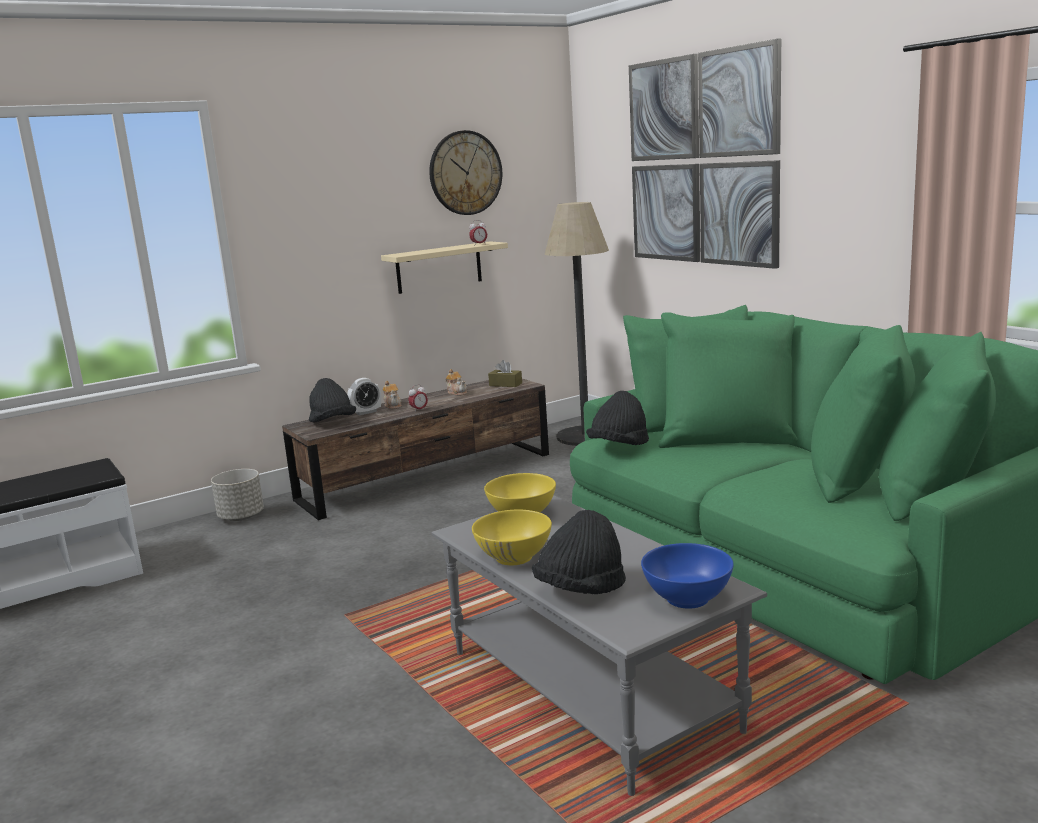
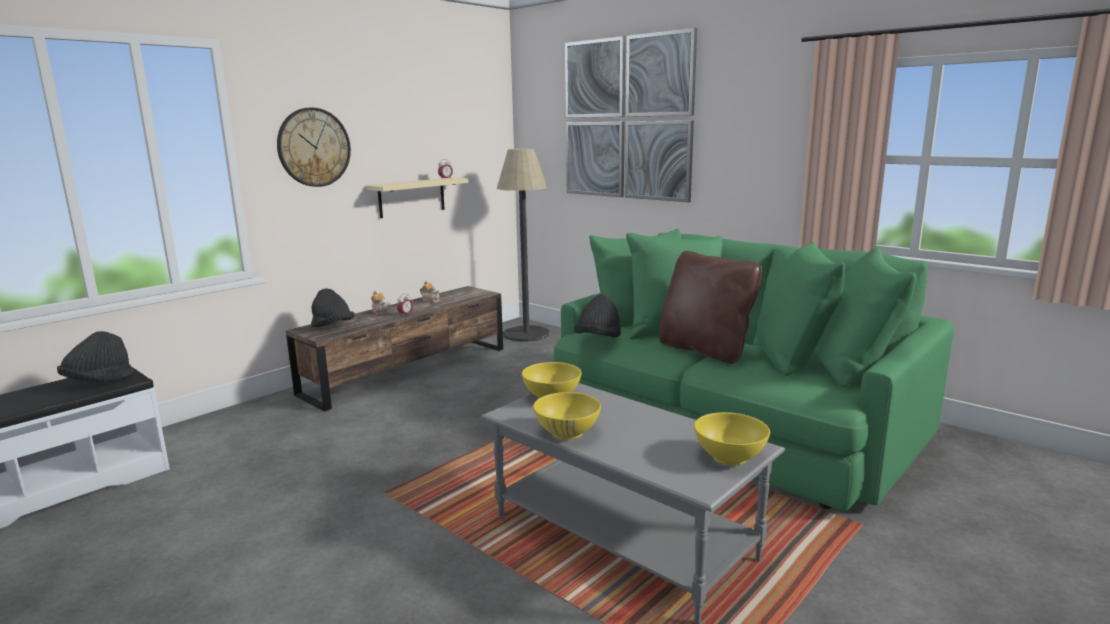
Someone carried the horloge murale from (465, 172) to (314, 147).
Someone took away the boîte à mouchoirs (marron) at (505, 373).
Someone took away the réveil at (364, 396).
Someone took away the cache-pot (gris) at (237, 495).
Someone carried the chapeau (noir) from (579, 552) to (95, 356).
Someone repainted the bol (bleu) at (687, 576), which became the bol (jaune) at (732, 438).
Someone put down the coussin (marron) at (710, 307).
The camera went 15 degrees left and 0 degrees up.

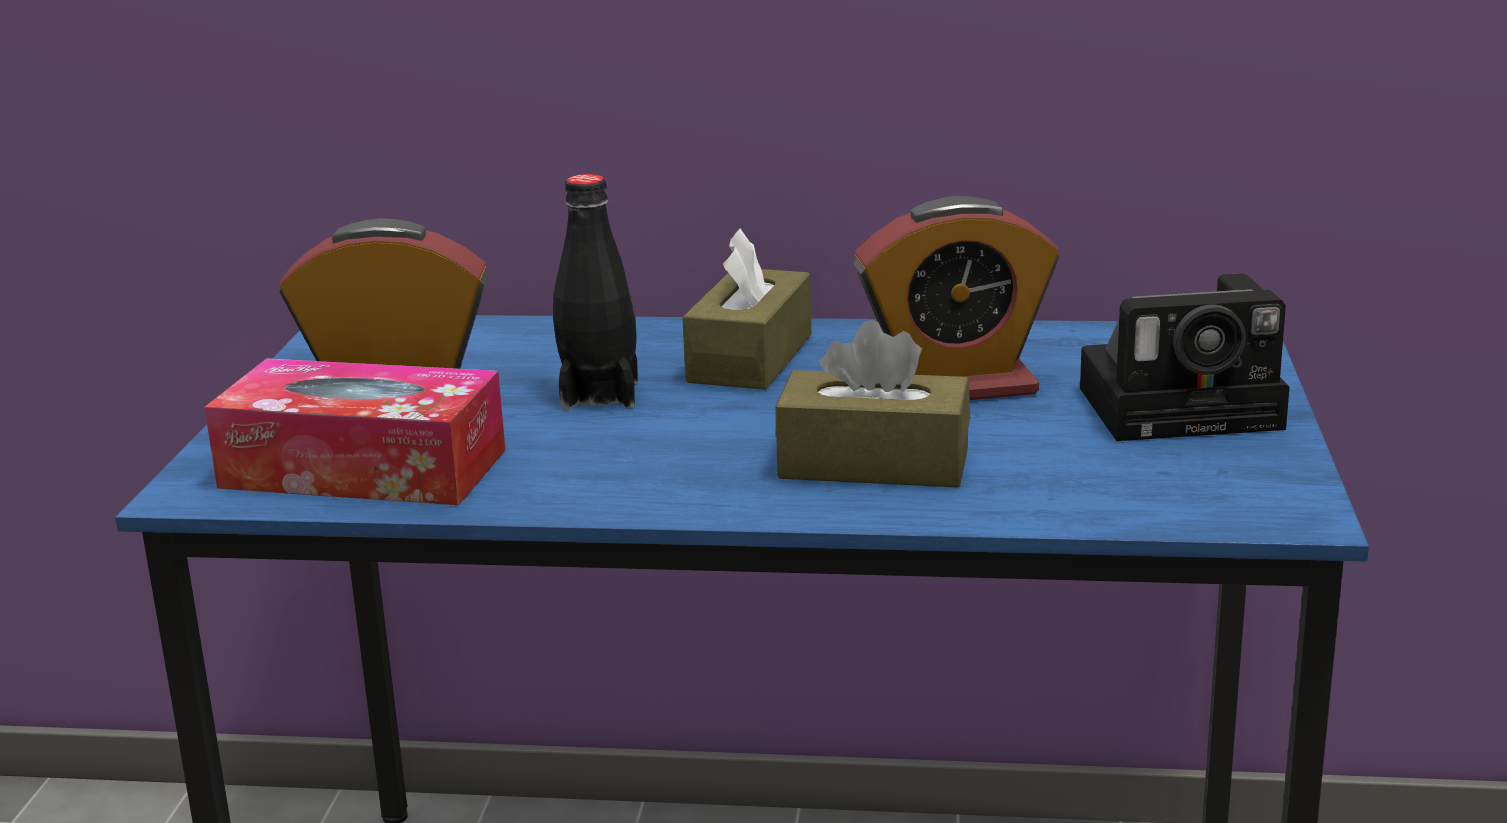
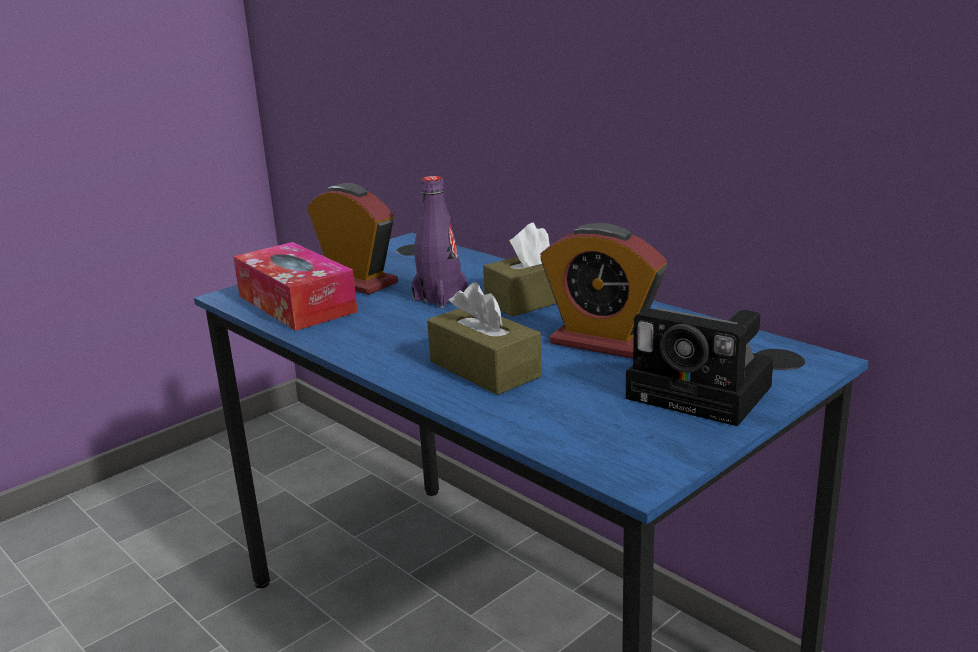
Someone repainted the bouteille (noir) at (595, 292), which became the bouteille (violet) at (440, 242).
The camera went 40 degrees right and 0 degrees up.

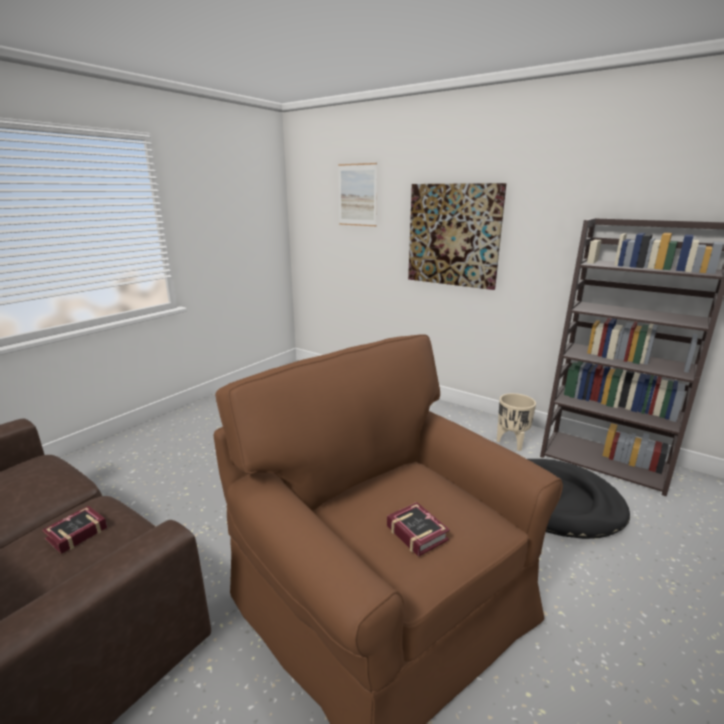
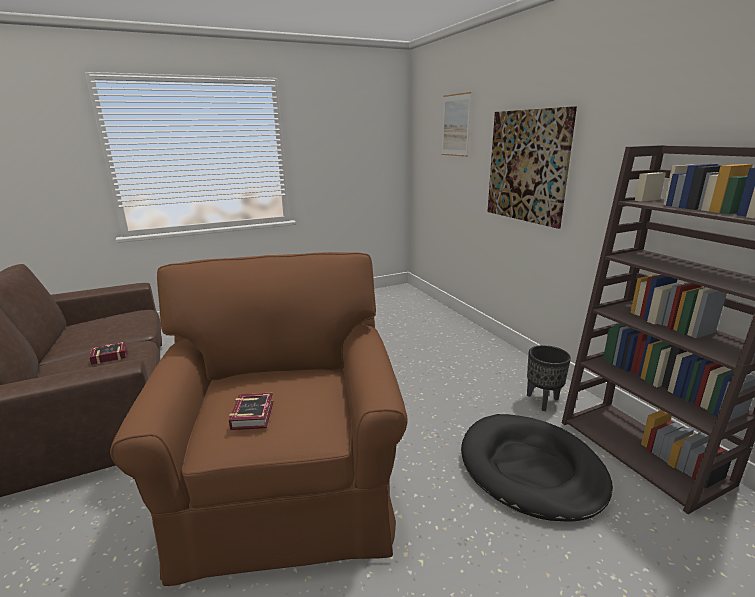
Someone repainted the cache-pot (beige) at (516, 422), which became the cache-pot (noir) at (549, 378).
The camera went 30 degrees right and 0 degrees up.

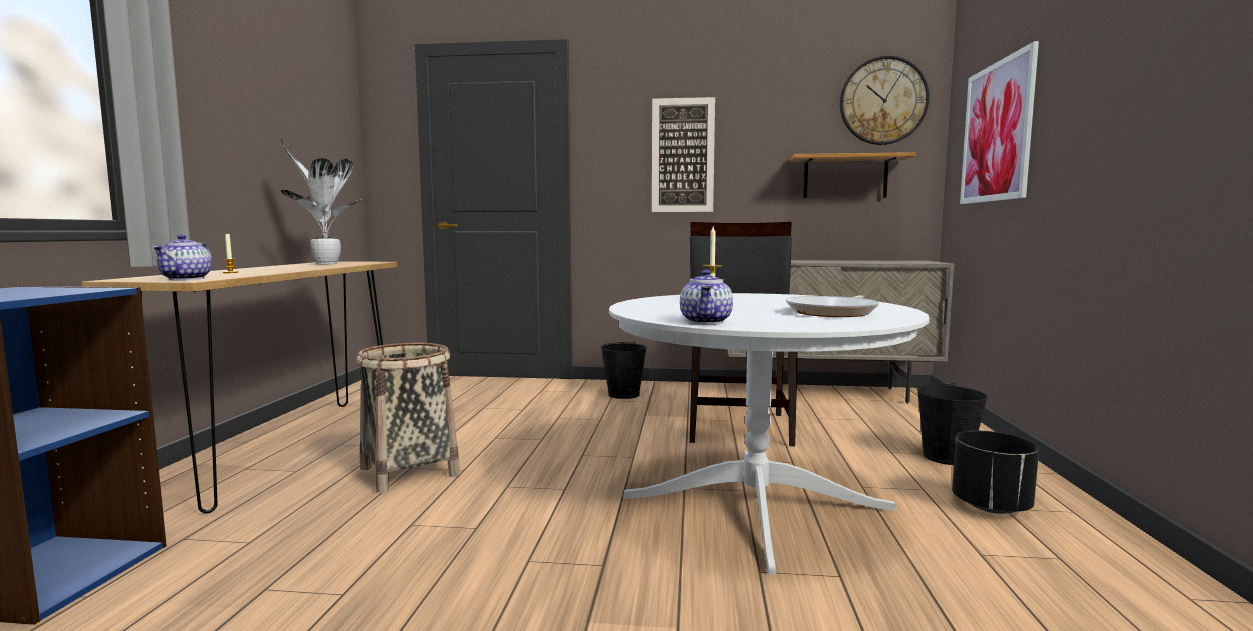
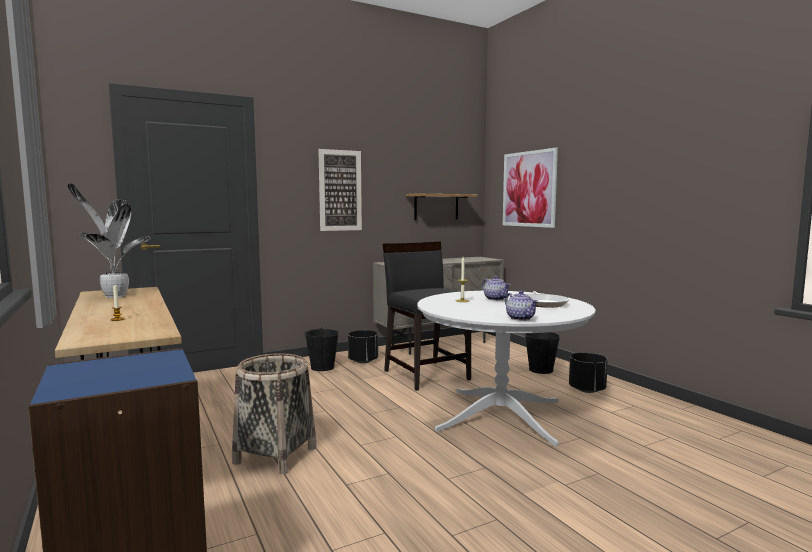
Someone took away the horloge murale at (885, 100).
Someone carried the théière from (182, 257) to (496, 288).
Someone put down the cache-pot (noir) at (363, 346).
The camera went 35 degrees left and 0 degrees up.

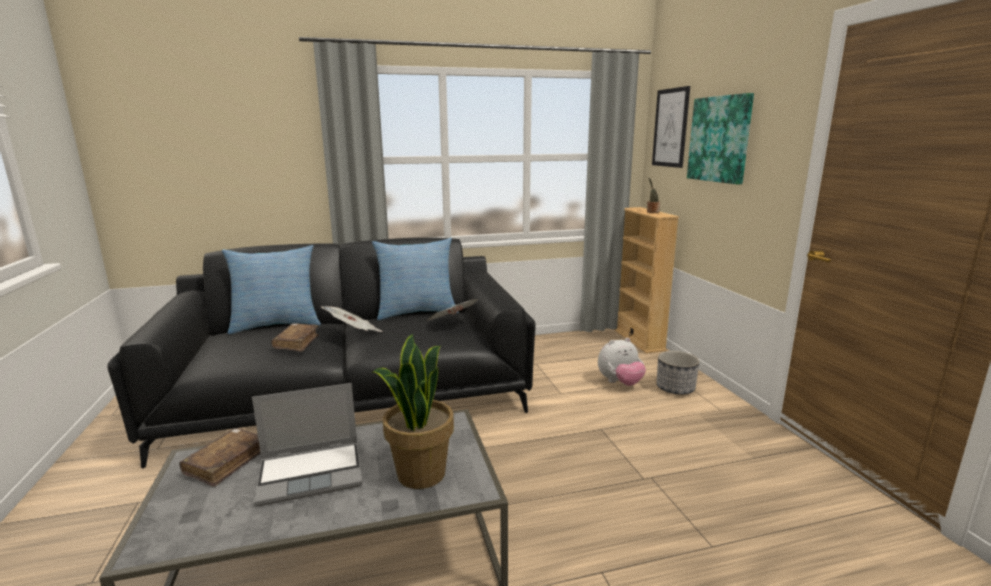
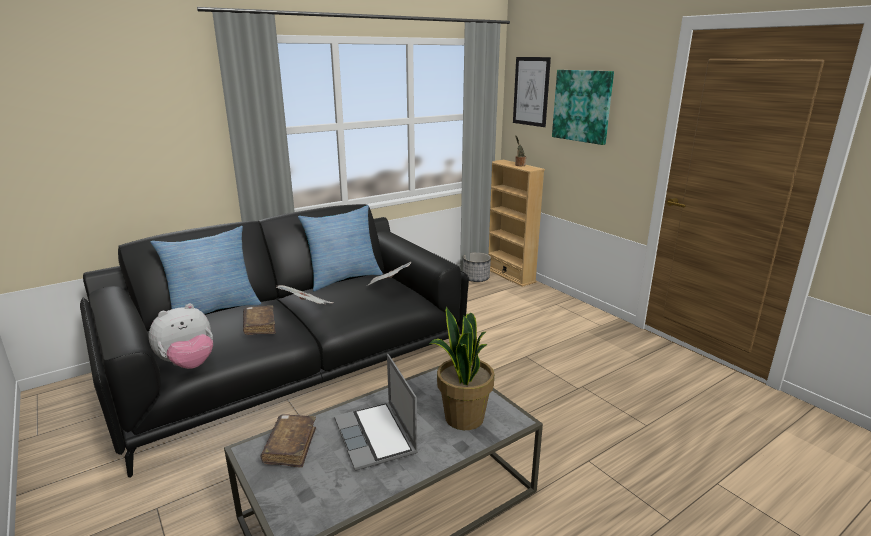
Someone carried the peluche from (622, 362) to (181, 336).
Someone carried the cache-pot from (678, 373) to (477, 267).
Someone rotated the ordinateur portable at (307, 444) by 105 degrees clockwise.
The camera went 20 degrees left and 5 degrees up.

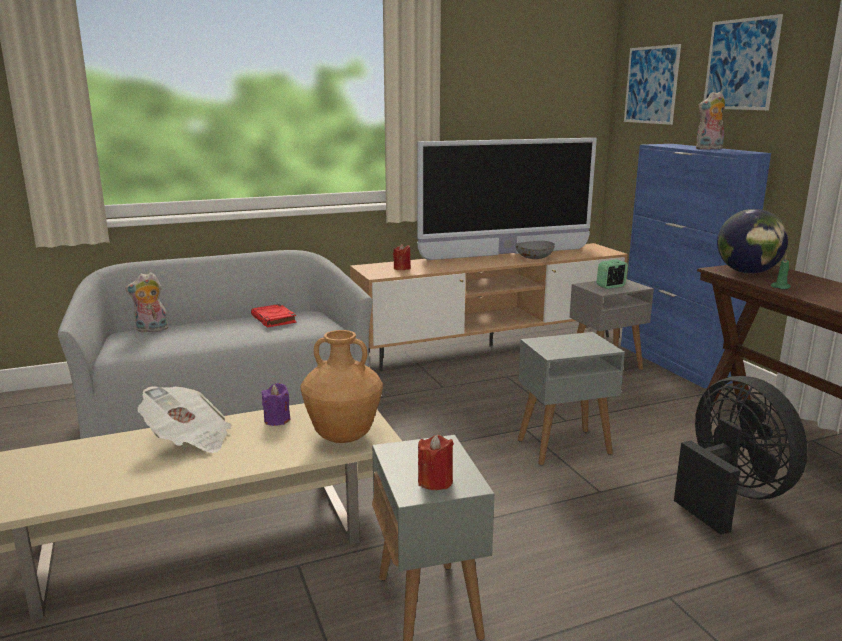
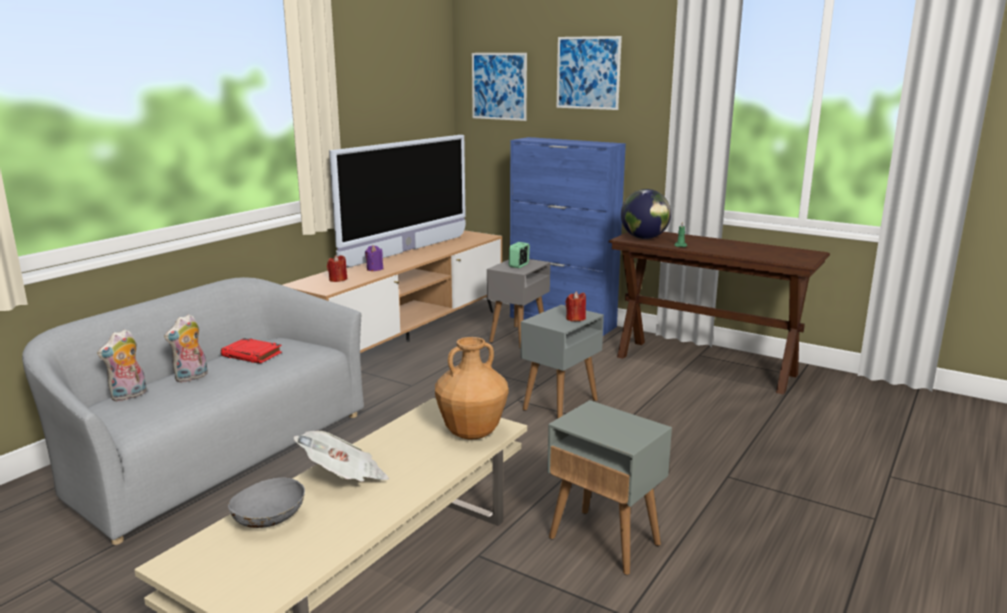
Someone carried the peluche from (710, 121) to (186, 348).
Someone carried the bol (gris) from (535, 250) to (266, 503).
Someone took away the ventilateur (noir) at (741, 455).
Someone carried the bougie (violet) from (275, 404) to (374, 258).
Someone carried the bougie (rouge) from (436, 462) to (575, 306).
The camera went 35 degrees left and 0 degrees up.

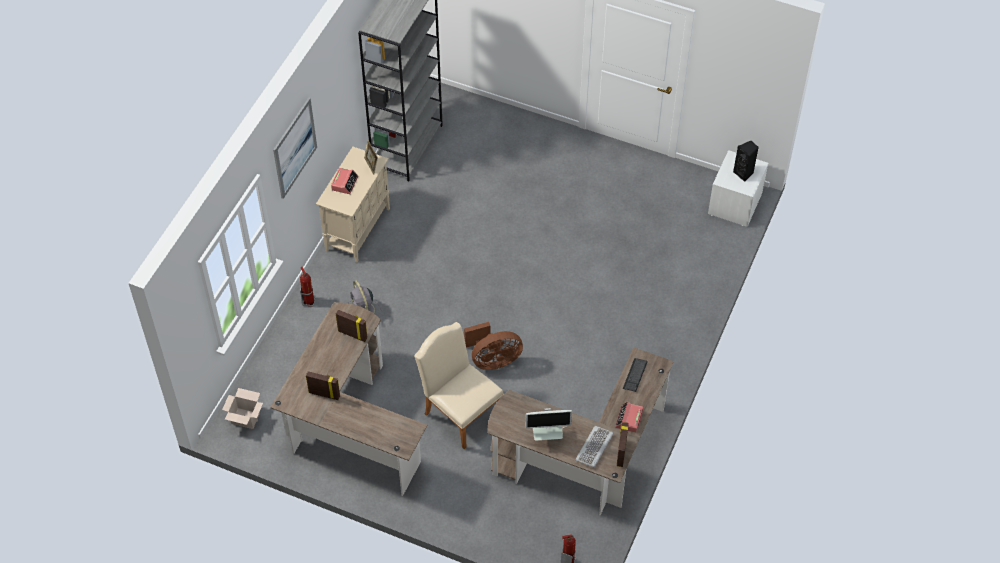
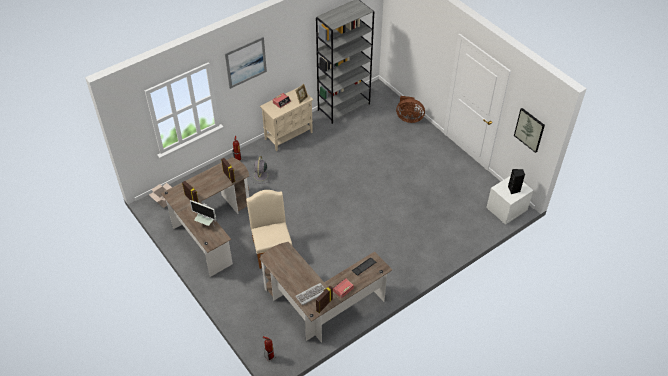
Someone carried the ventilateur (marron) from (493, 346) to (410, 109).
Someone carried the écran d'ordinateur from (549, 424) to (203, 213).
Someone put up the tableau at (529, 130).
The camera went 30 degrees right and 5 degrees down.

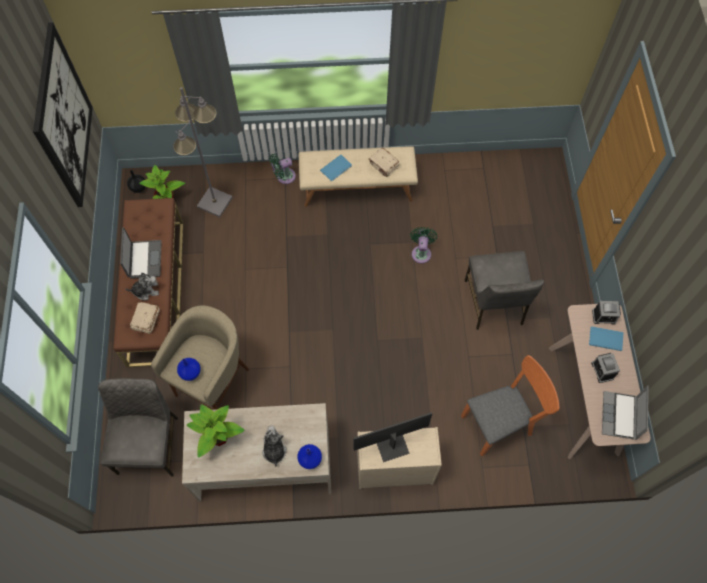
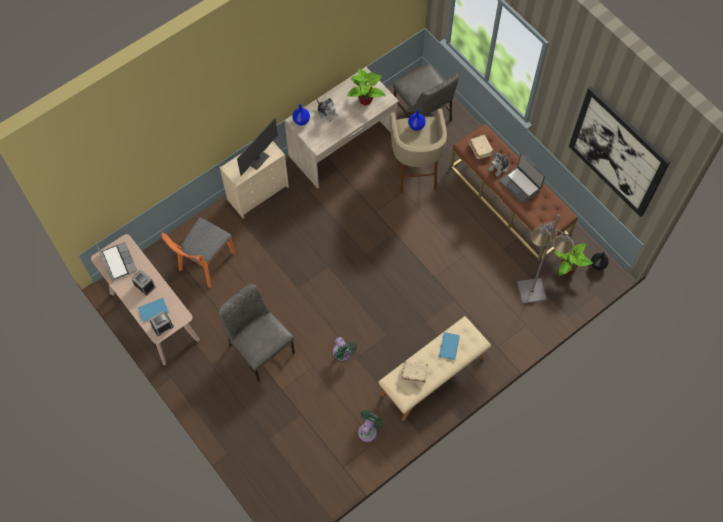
Someone carried the ventilateur (vert) from (283, 169) to (371, 426).
The camera went 145 degrees right and 0 degrees up.

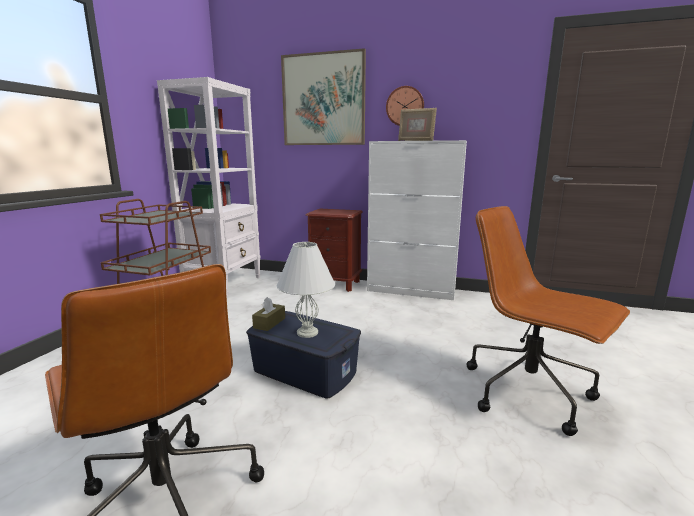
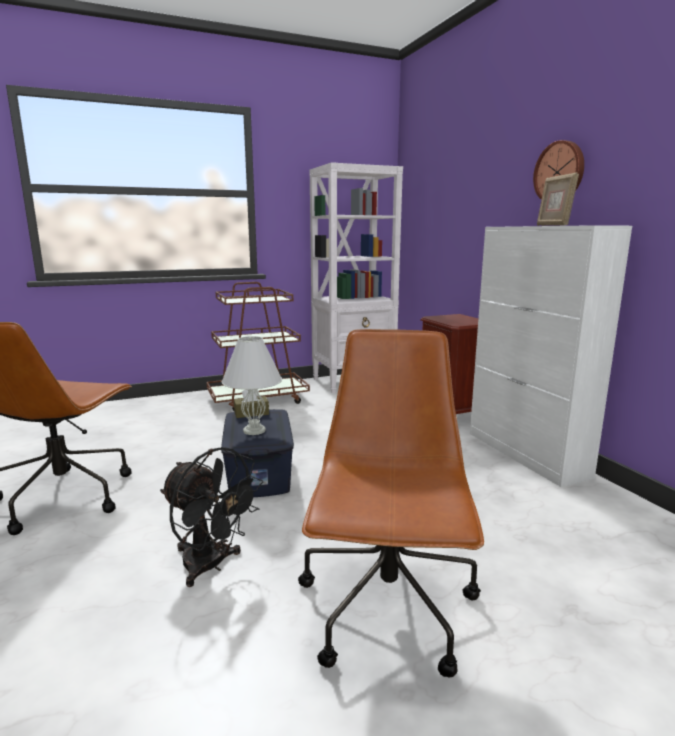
Someone took away the tableau at (323, 96).
Someone put down the ventilateur (noir) at (211, 517).
The camera went 50 degrees right and 0 degrees up.

